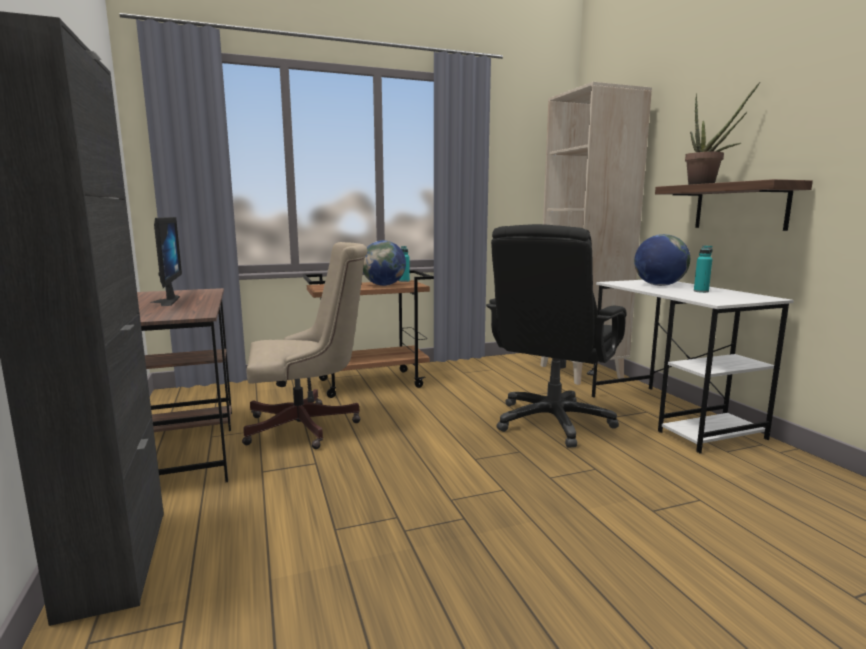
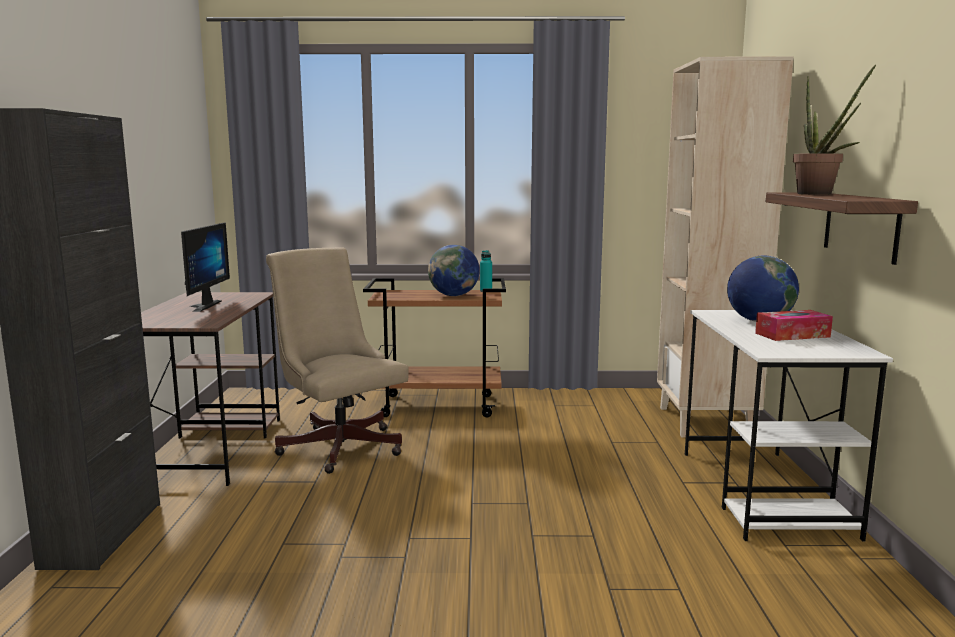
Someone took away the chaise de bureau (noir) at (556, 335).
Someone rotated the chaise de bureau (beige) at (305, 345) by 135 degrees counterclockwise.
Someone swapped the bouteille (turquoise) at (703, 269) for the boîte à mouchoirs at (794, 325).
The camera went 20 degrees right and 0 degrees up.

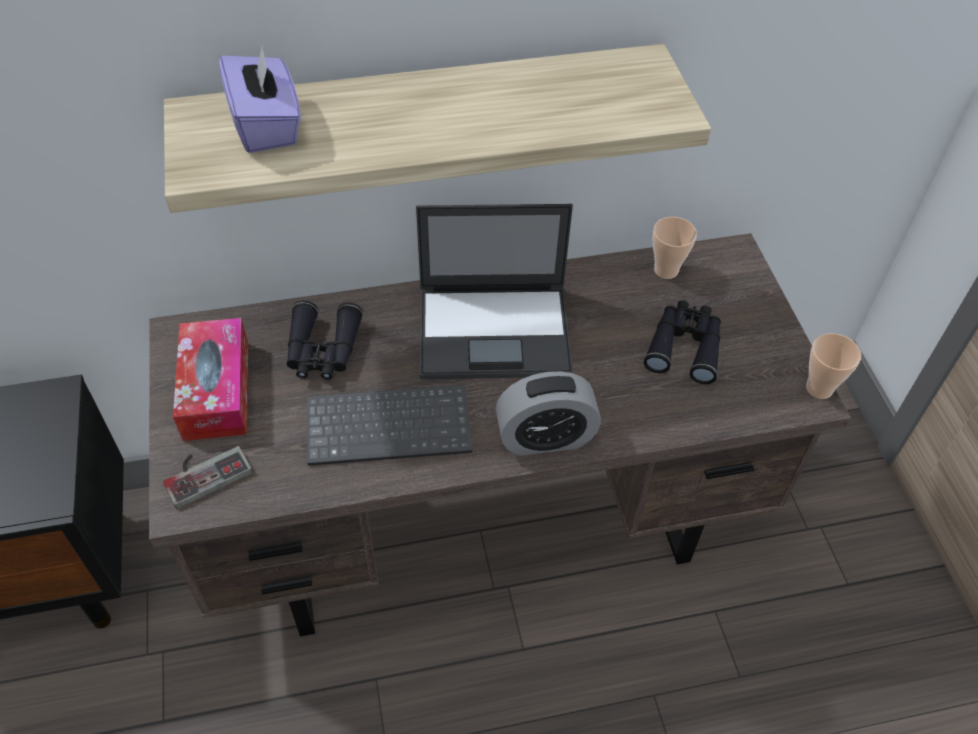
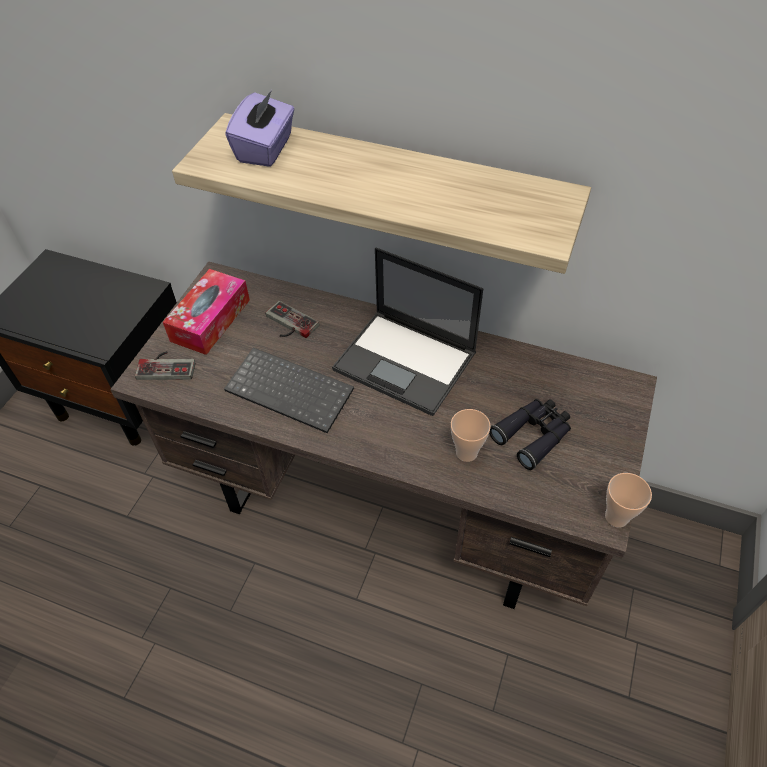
Someone carried the tasse from (675, 248) to (471, 435).
Someone swapped the jumelles (noir) at (325, 340) for the manette at (292, 319).
Someone took away the réveil at (548, 413).
The camera went 35 degrees right and 0 degrees up.

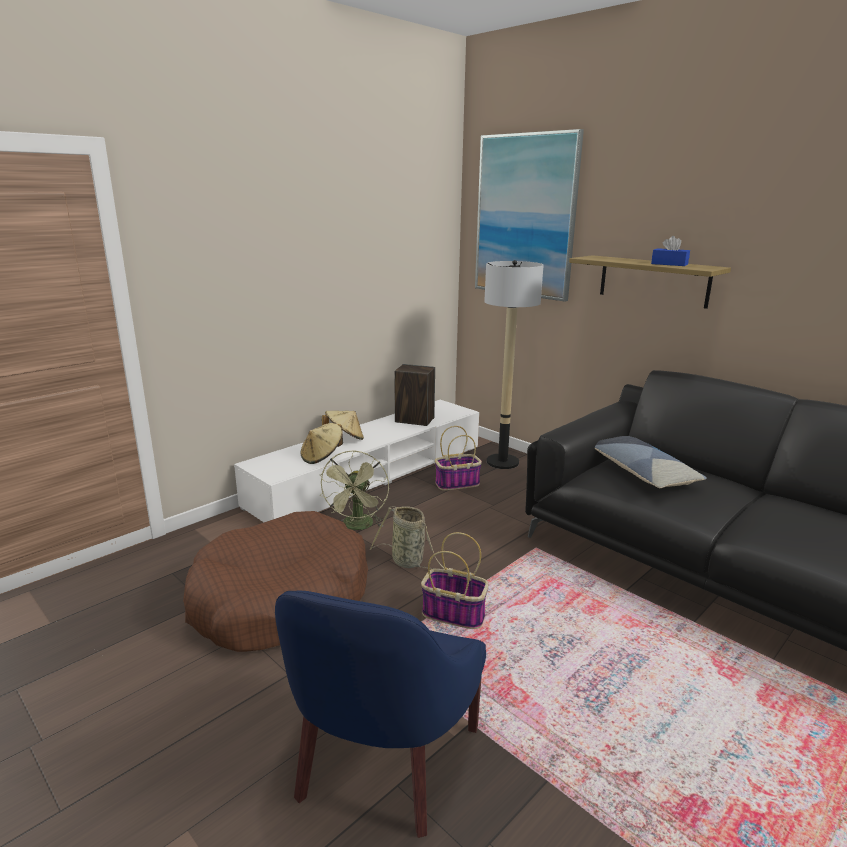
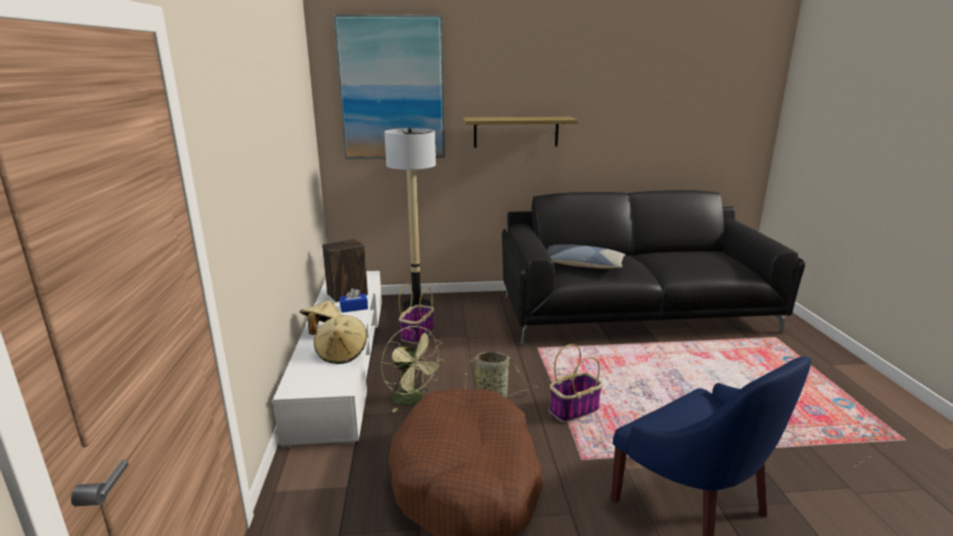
Someone carried the boîte à mouchoirs (bleu) from (670, 251) to (354, 300).
The camera went 50 degrees left and 0 degrees up.

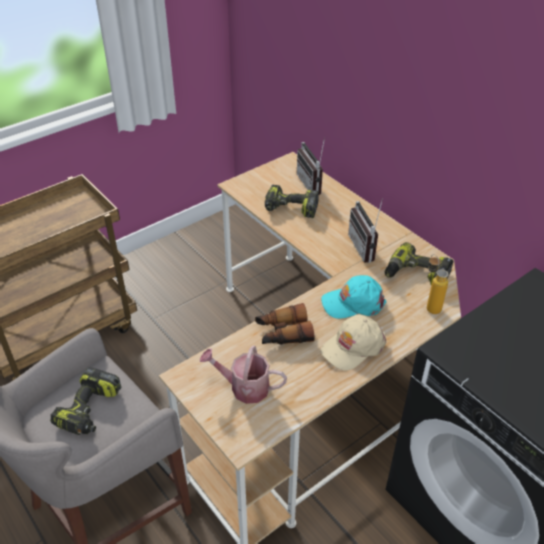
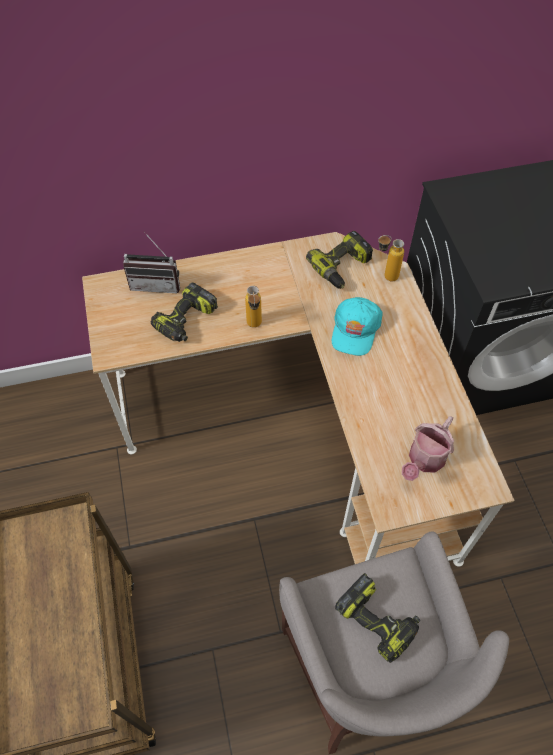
Someone took away the radio at (365, 230).
Someone took away the jumelles at (284, 324).
Someone took away the casquette (beige) at (353, 343).
Someone put down the bouteille at (253, 307).
The camera went 65 degrees left and 15 degrees up.

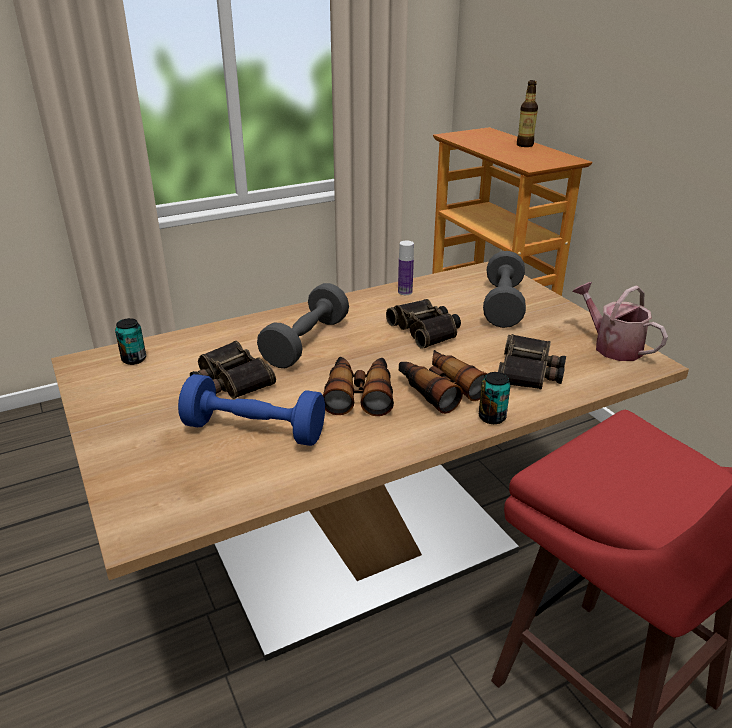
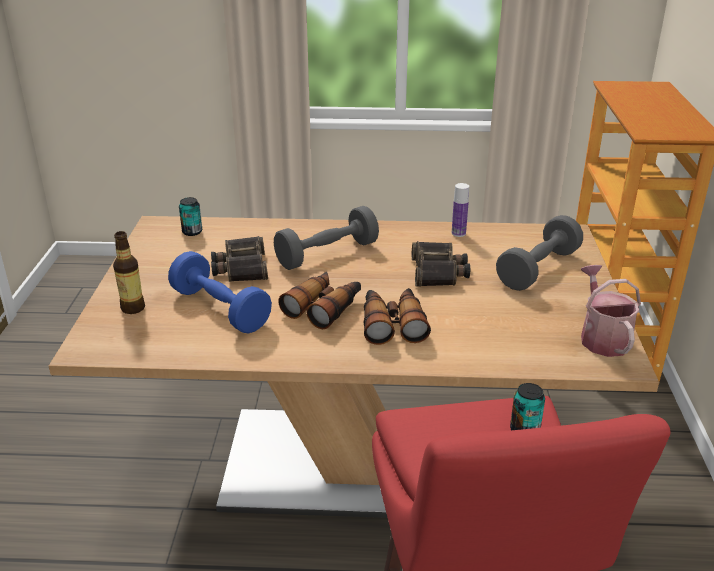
Someone carried the bouteille from (527, 113) to (129, 272).
Someone took away the jumelles at (532, 362).
Someone carried the boîte métallique from (495, 398) to (527, 406).
The camera went 30 degrees right and 0 degrees up.

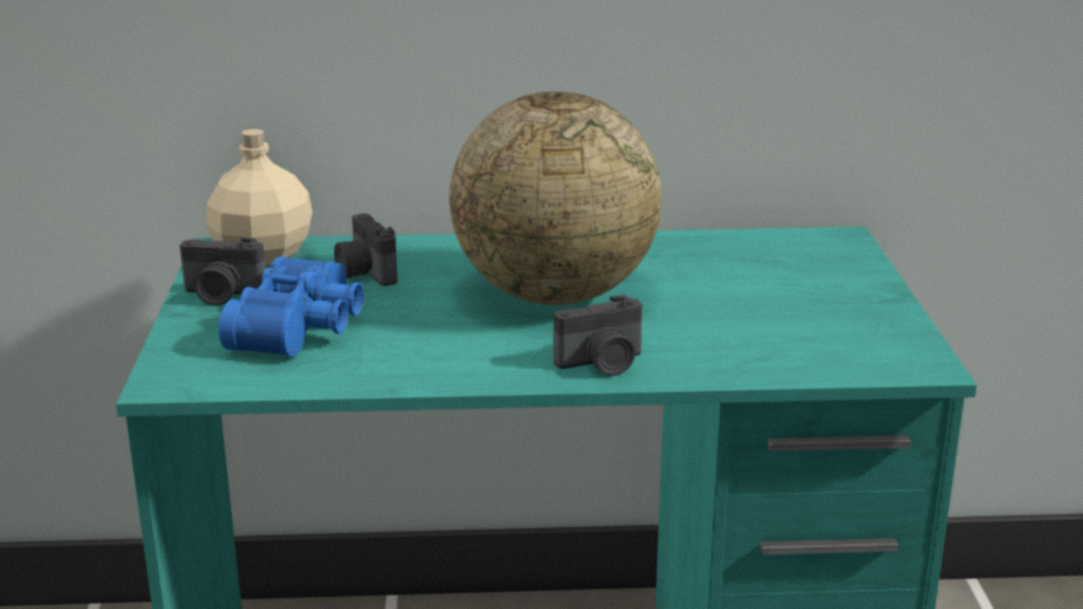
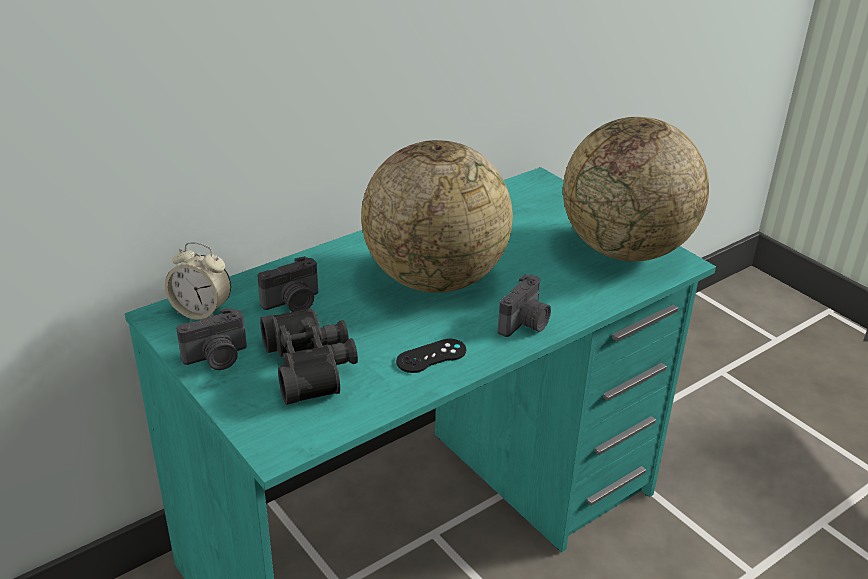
Someone swapped the bouteille (beige) at (259, 197) for the réveil at (198, 281).
Someone rotated the appareil photo at (365, 249) by 60 degrees counterclockwise.
Someone repainted the jumelles (bleu) at (291, 306), which became the jumelles (noir) at (309, 356).
Someone put down the globe at (636, 189).
Someone put down the manette (noir) at (431, 356).
The camera went 35 degrees left and 10 degrees up.

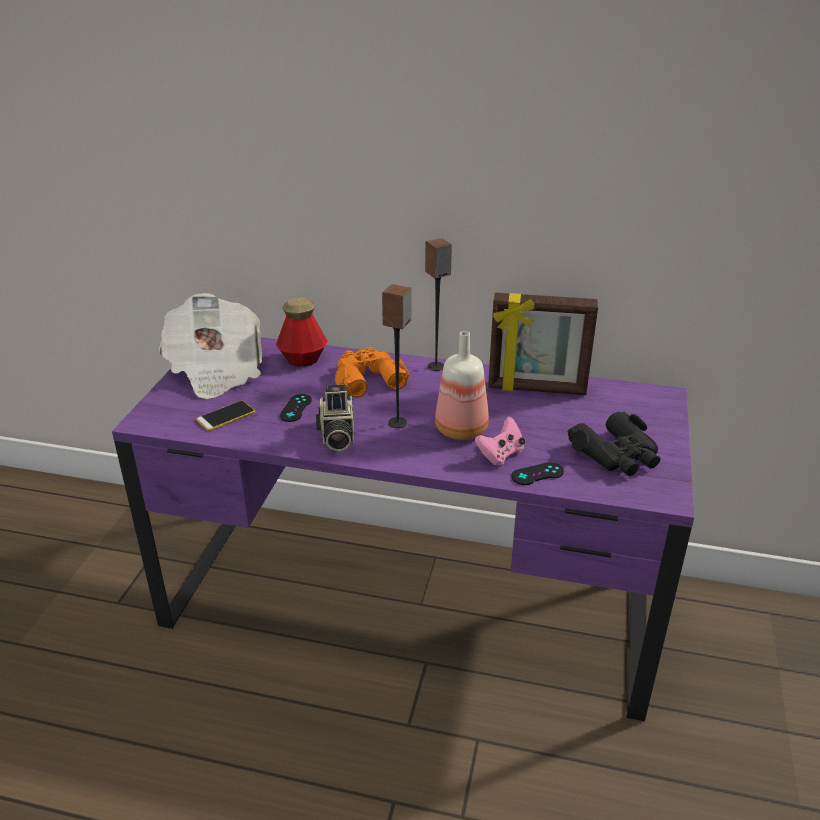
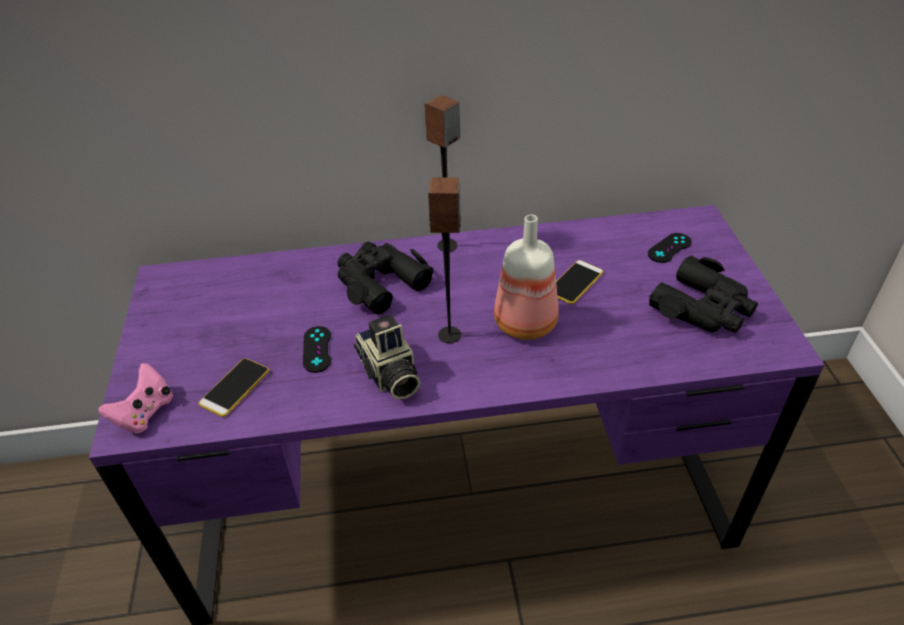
Someone took away the journal at (210, 346).
Someone took away the cadre photo at (543, 344).
Someone took away the bouteille at (301, 332).
Someone repainted the jumelles (orange) at (372, 372), which became the jumelles (noir) at (385, 278).
Someone carried the manette (rose) from (500, 441) to (135, 398).
Someone carried the manette (noir) from (537, 473) to (670, 248).
Someone put down the téléphone at (579, 282).
The camera went 20 degrees left and 10 degrees up.

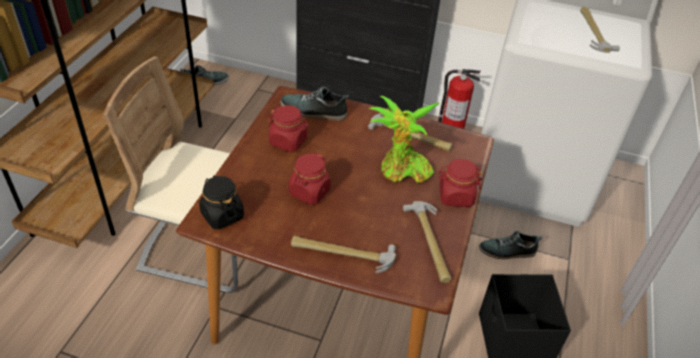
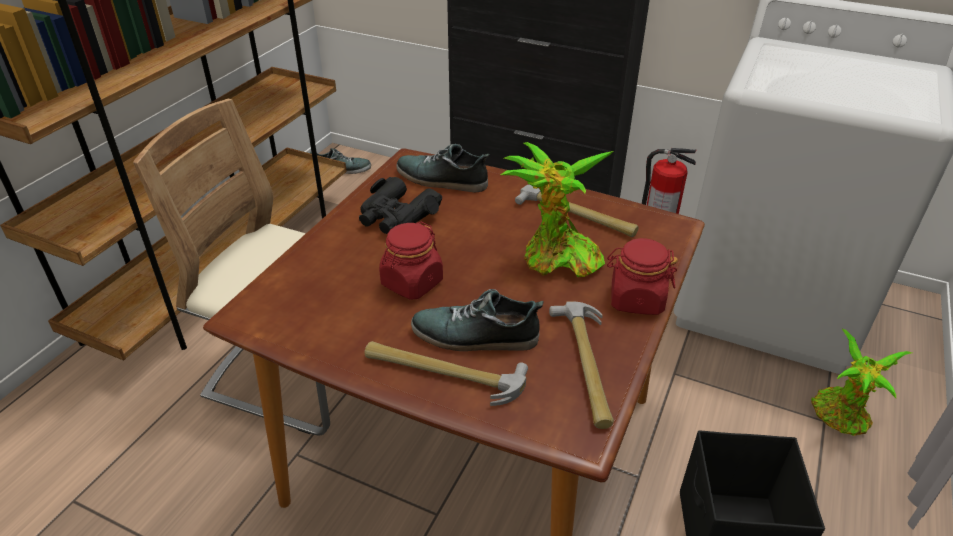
Someone took away the marteau at (600, 30).
Someone swapped the bocal (rouge) at (288, 128) for the jumelles (noir) at (400, 205).
Someone took away the bocal (noir) at (221, 202).
Someone carried the chaussure from (510, 245) to (477, 320).
Someone put down the plante en pot at (861, 382).
The camera went 10 degrees right and 5 degrees down.

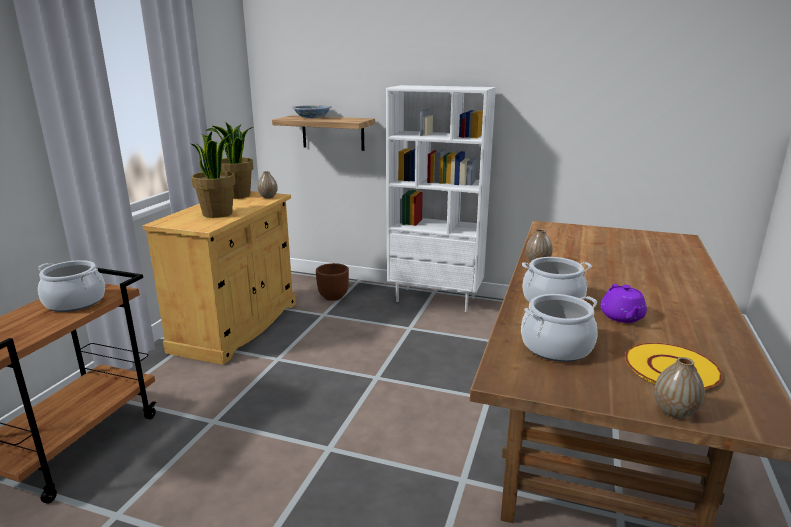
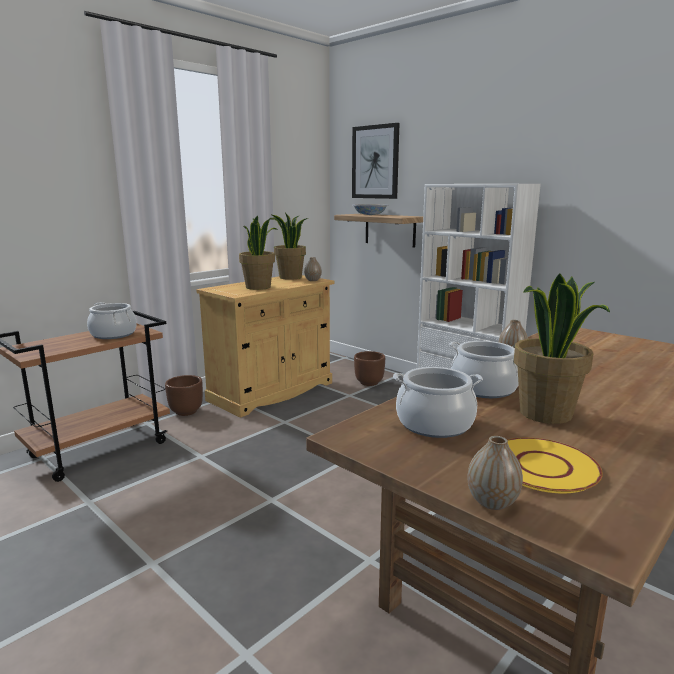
Someone swapped the théière (violet) at (623, 303) for the plante en pot at (562, 348).
Someone put up the tableau at (375, 161).
Someone put down the cache-pot (marron) at (184, 395).
The camera went 25 degrees right and 5 degrees down.

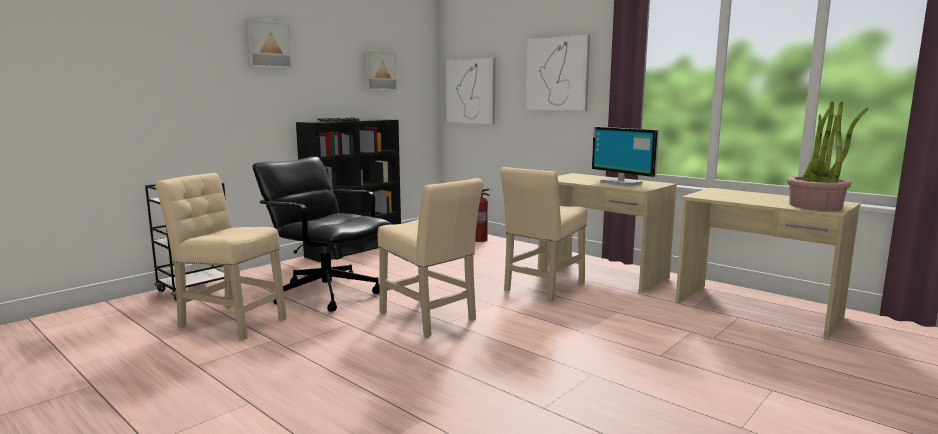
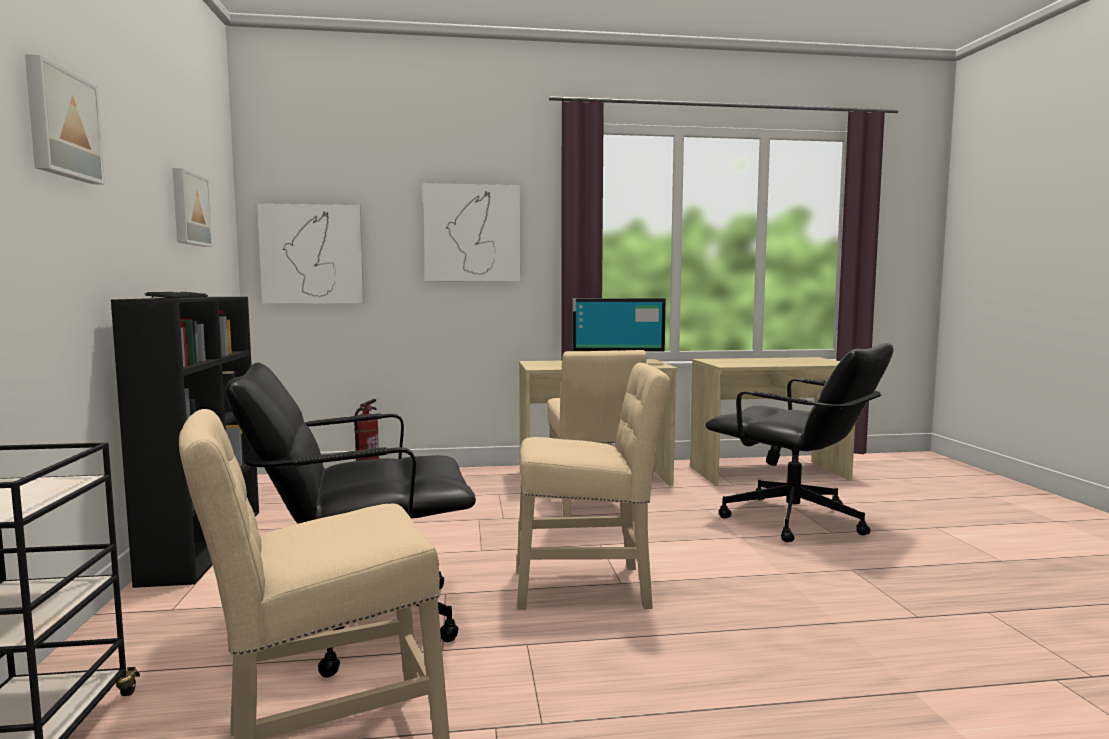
Someone took away the plante en pot at (828, 156).
Someone put down the chaise de bureau (noir) at (799, 442).
The camera went 50 degrees left and 5 degrees down.

